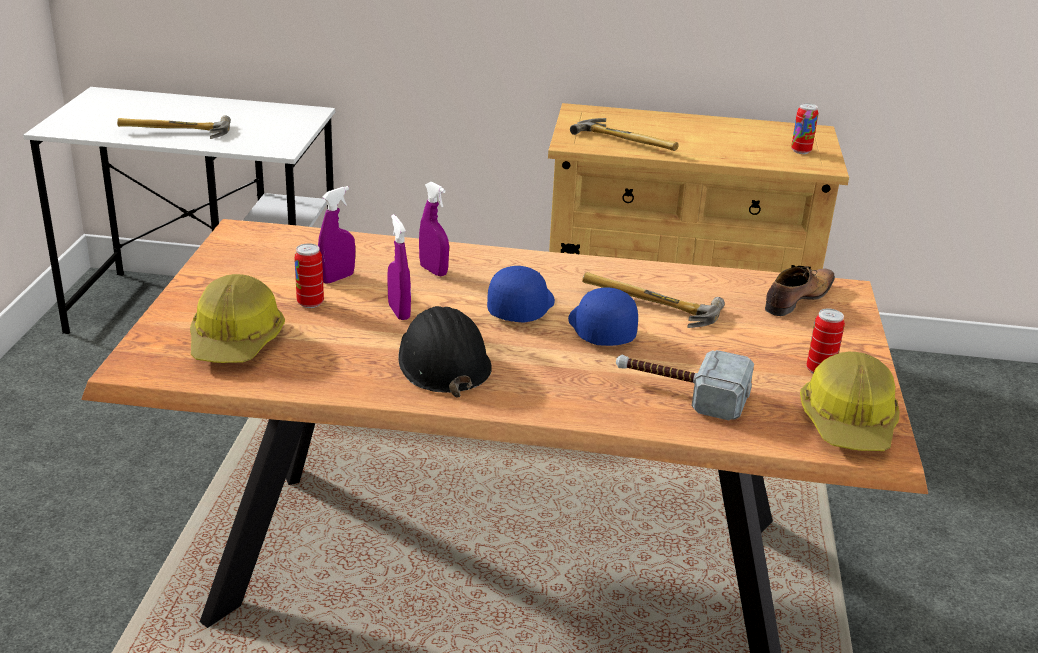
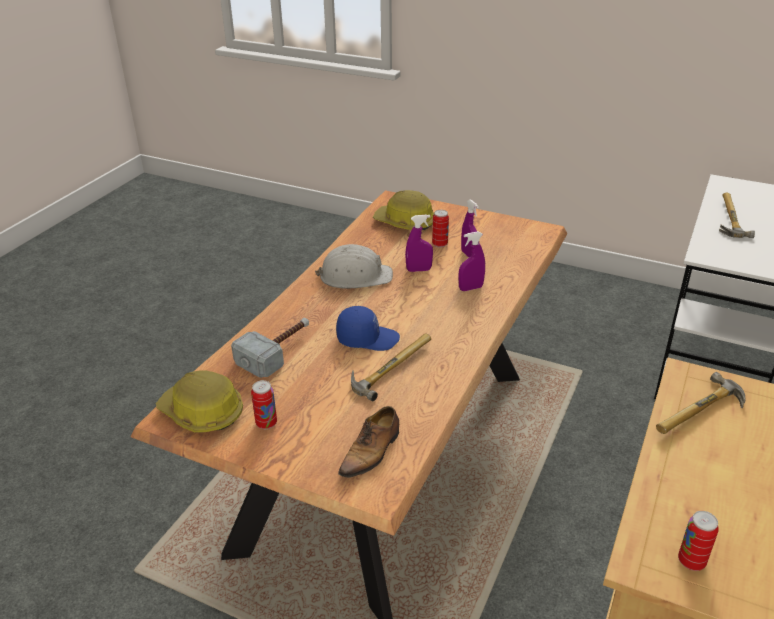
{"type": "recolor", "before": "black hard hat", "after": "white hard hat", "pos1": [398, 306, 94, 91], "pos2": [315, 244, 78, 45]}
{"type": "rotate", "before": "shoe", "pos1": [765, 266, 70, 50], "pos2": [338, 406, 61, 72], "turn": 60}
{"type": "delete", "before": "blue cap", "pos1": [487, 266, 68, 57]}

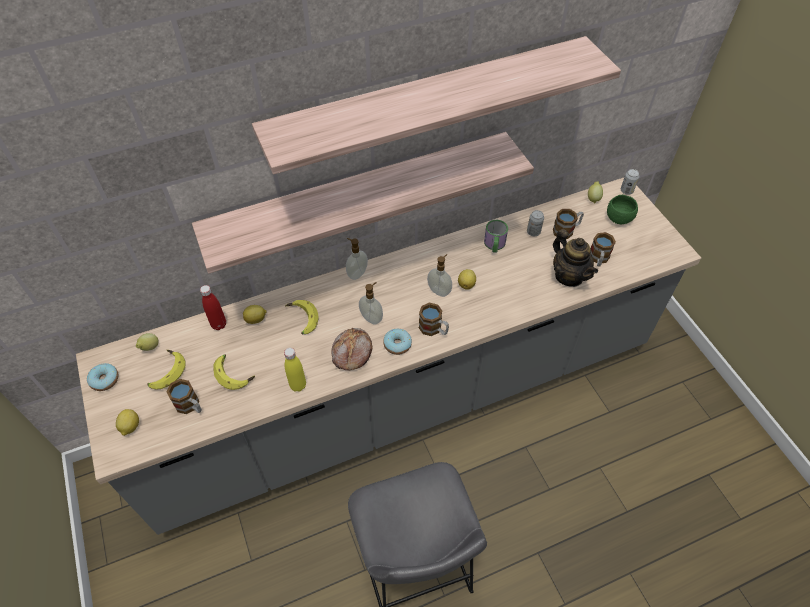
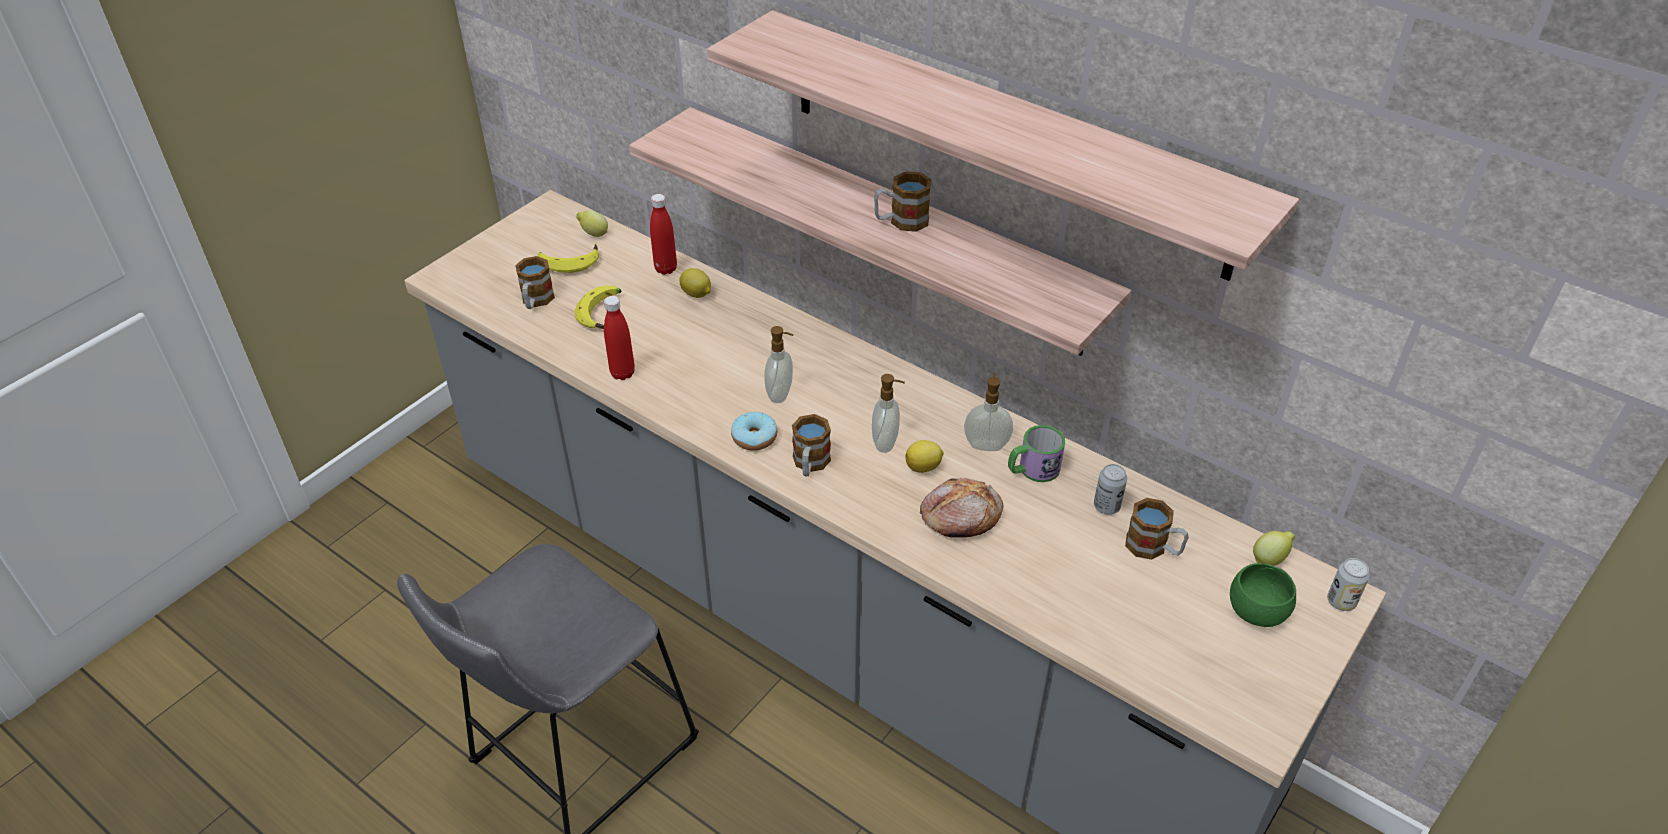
{"type": "recolor", "before": "yellow bottle", "after": "red bottle", "pos1": [284, 348, 22, 44], "pos2": [604, 296, 31, 84]}
{"type": "move", "before": "mug", "pos1": [591, 232, 25, 35], "pos2": [874, 171, 58, 61]}
{"type": "move", "before": "bread", "pos1": [332, 328, 40, 43], "pos2": [920, 478, 84, 60]}
{"type": "move", "before": "soap dispenser", "pos1": [346, 238, 22, 42], "pos2": [964, 373, 49, 78]}
{"type": "delete", "before": "donut", "pos1": [87, 363, 31, 28]}
{"type": "delete", "before": "lemon", "pos1": [116, 409, 23, 27]}
{"type": "delete", "before": "banana", "pos1": [285, 300, 34, 34]}
{"type": "delete", "before": "teapot", "pos1": [553, 229, 45, 58]}

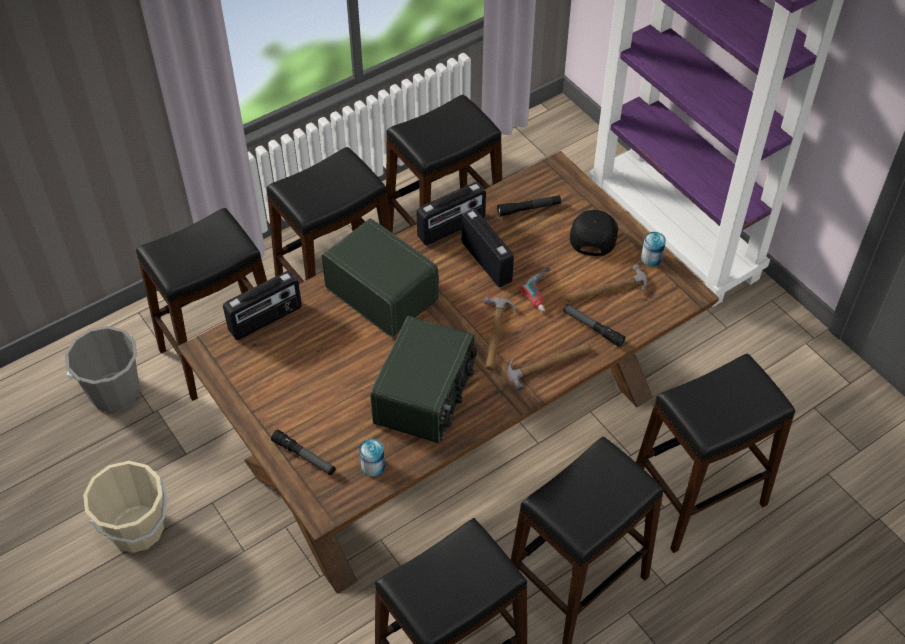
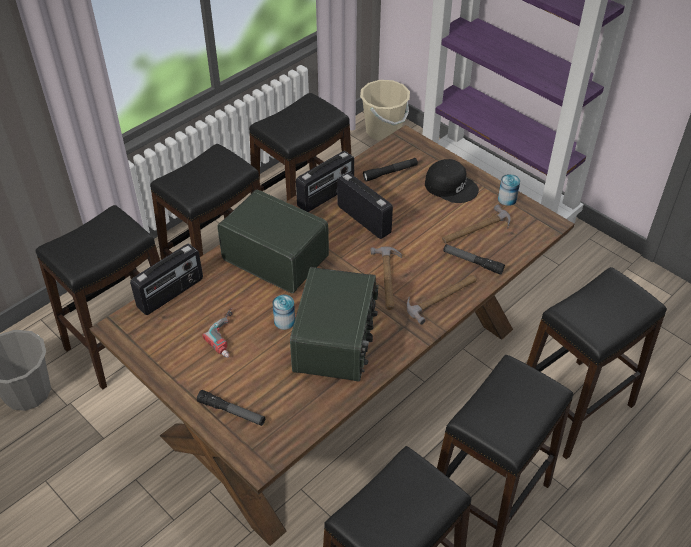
{"type": "move", "before": "power drill", "pos1": [520, 264, 31, 48], "pos2": [202, 308, 31, 50]}
{"type": "move", "before": "can", "pos1": [359, 439, 26, 37], "pos2": [272, 295, 23, 35]}
{"type": "move", "before": "beige bucket", "pos1": [83, 461, 84, 92], "pos2": [360, 80, 50, 61]}
{"type": "rotate", "before": "black cap", "pos1": [570, 210, 48, 46], "pos2": [425, 159, 54, 44], "turn": 120}

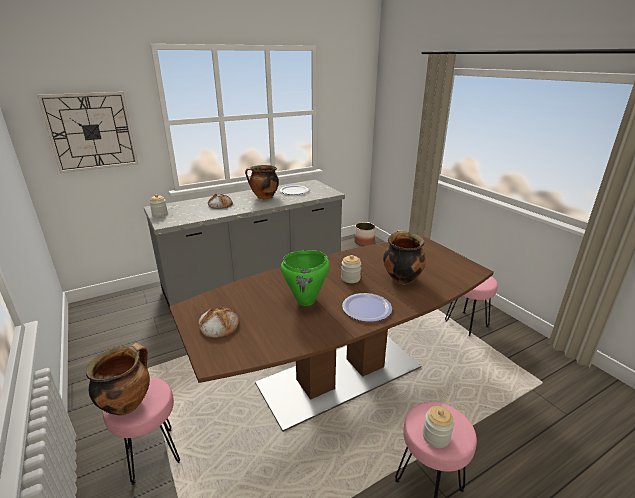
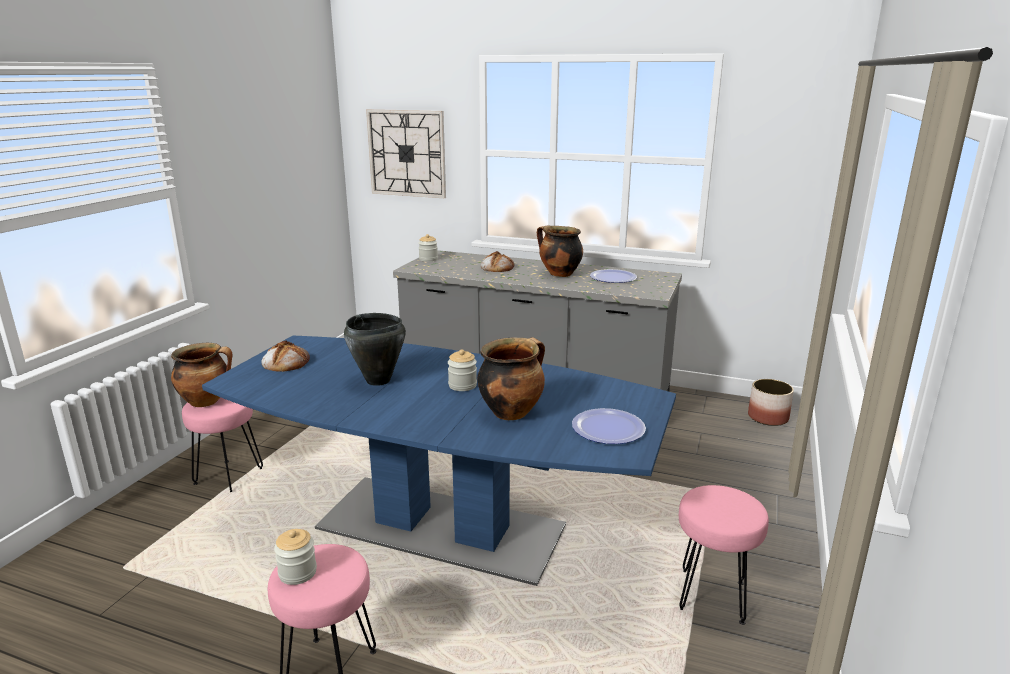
{"type": "recolor", "before": "brown dining table", "after": "blue dining table", "pos1": [170, 237, 324, 195], "pos2": [202, 336, 474, 250]}
{"type": "recolor", "before": "green cooking pot", "after": "black cooking pot", "pos1": [281, 250, 49, 56], "pos2": [344, 313, 62, 73]}
{"type": "move", "before": "plate", "pos1": [342, 293, 50, 29], "pos2": [572, 408, 74, 36]}

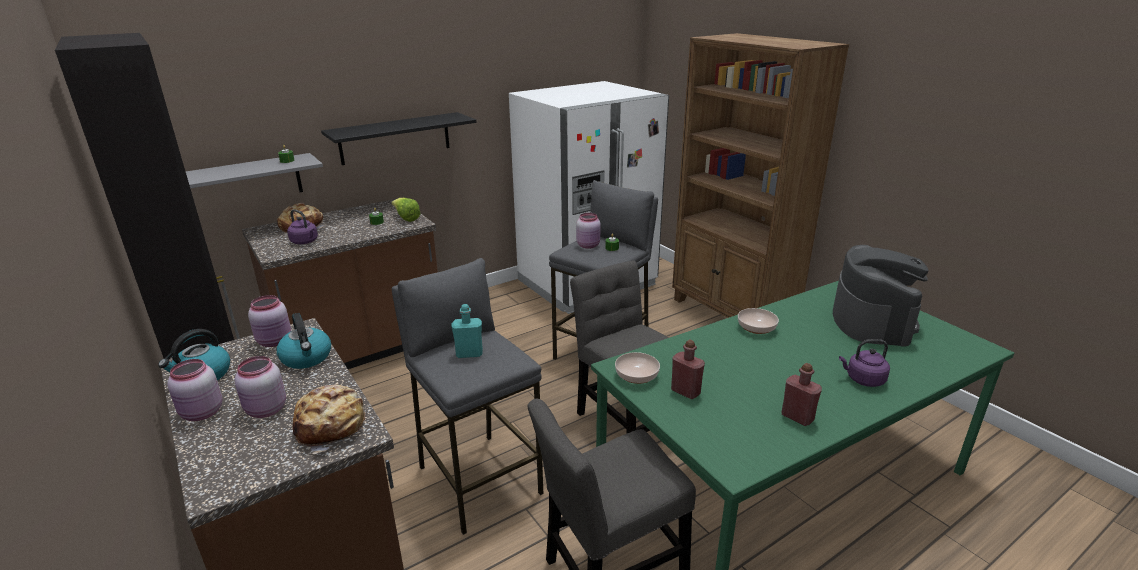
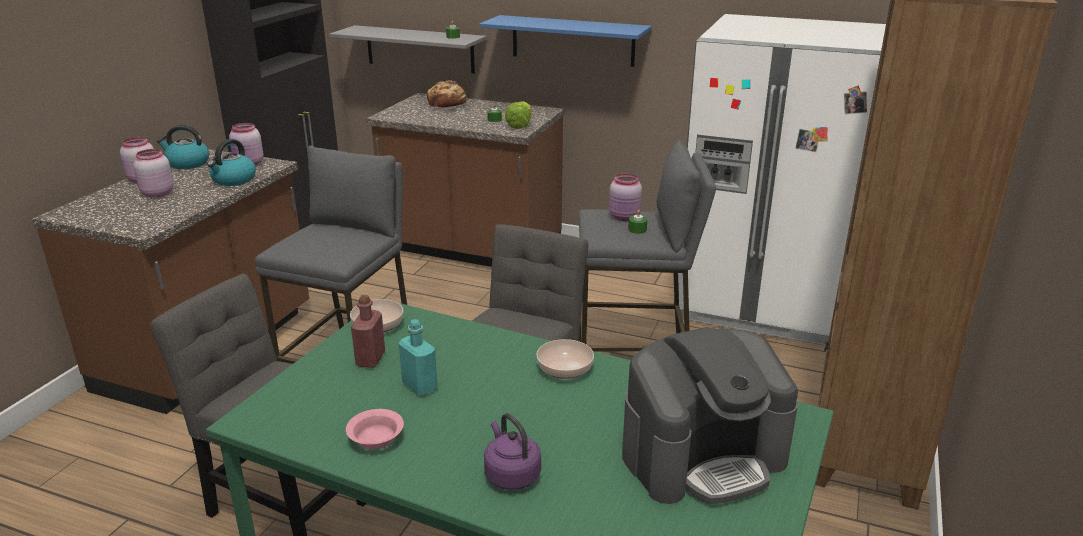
{"type": "replace", "before": "red bottle", "after": "pink bowl", "pos1": [782, 363, 40, 63], "pos2": [346, 409, 58, 41]}
{"type": "move", "before": "turquoise bottle", "pos1": [451, 304, 32, 54], "pos2": [398, 319, 40, 77]}
{"type": "recolor", "before": "black shelf", "after": "blue shelf", "pos1": [321, 112, 155, 53], "pos2": [479, 15, 173, 52]}
{"type": "delete", "before": "purple kettle", "pos1": [287, 209, 31, 35]}
{"type": "delete", "before": "bread", "pos1": [293, 385, 73, 69]}

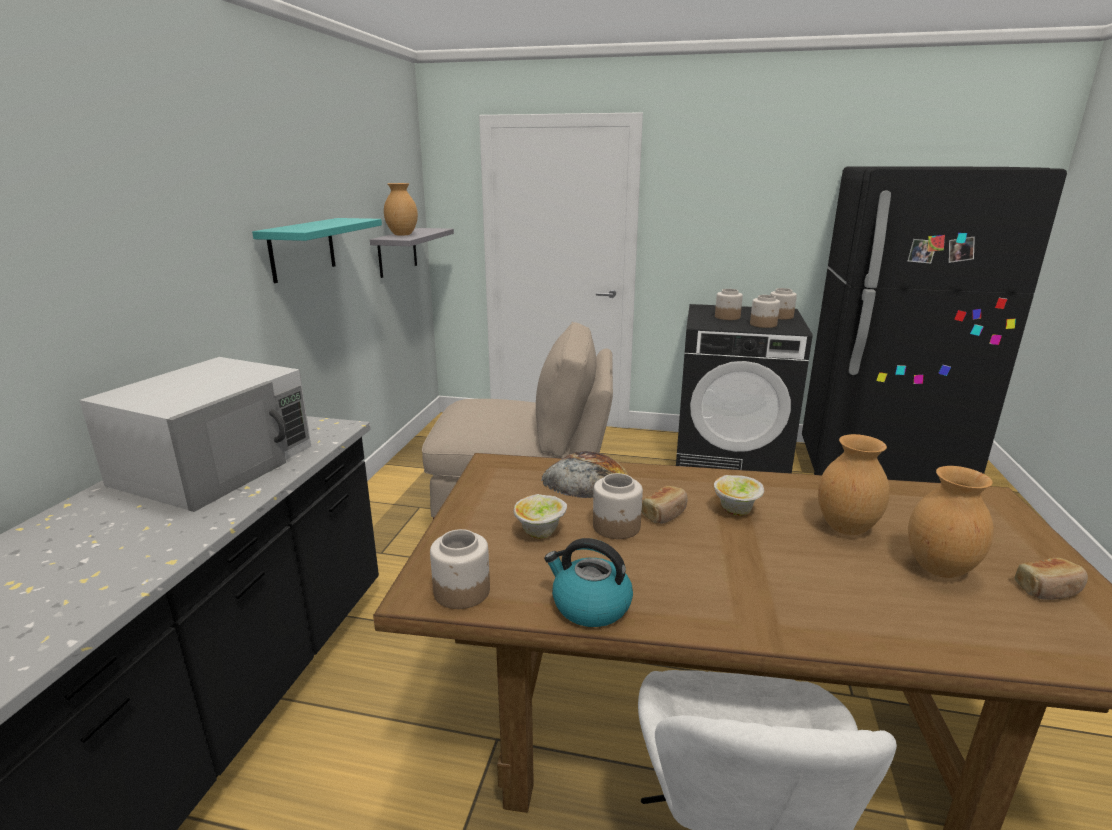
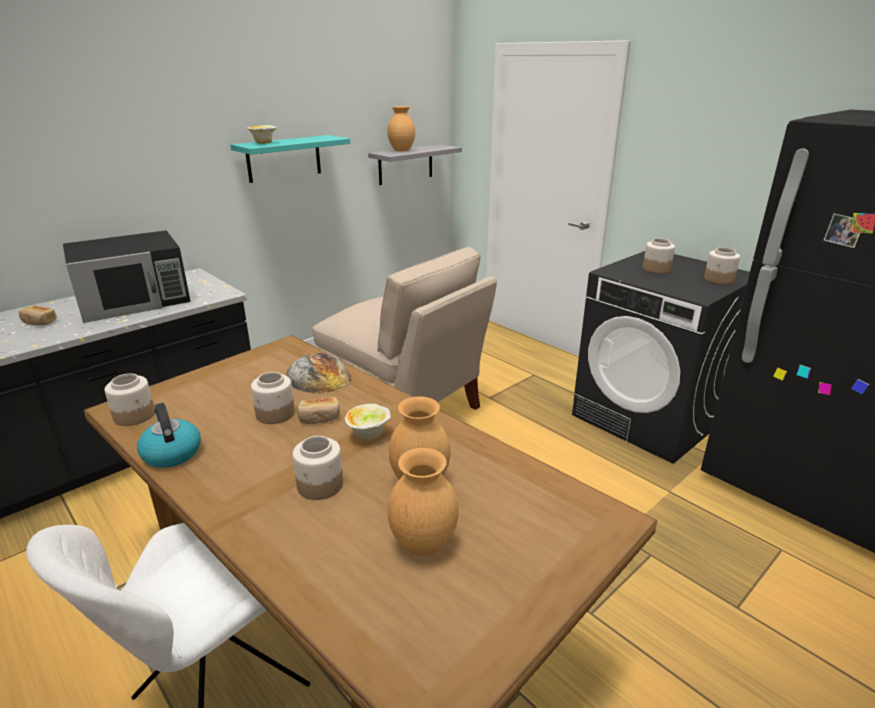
{"type": "move", "before": "bread", "pos1": [1014, 558, 74, 42], "pos2": [19, 306, 38, 20]}
{"type": "recolor", "before": "white microwave", "after": "black microwave", "pos1": [79, 357, 232, 155], "pos2": [63, 230, 128, 93]}
{"type": "move", "before": "bowl", "pos1": [514, 494, 53, 45], "pos2": [247, 125, 30, 19]}
{"type": "move", "before": "jar", "pos1": [750, 295, 30, 33], "pos2": [293, 436, 50, 64]}

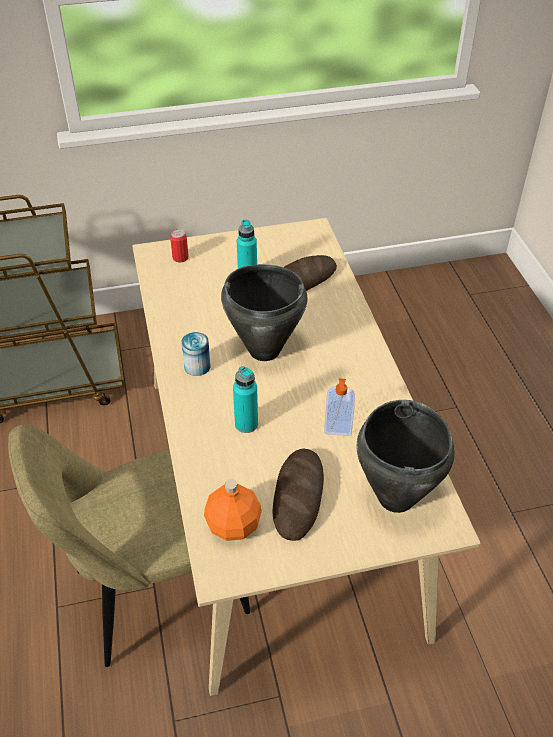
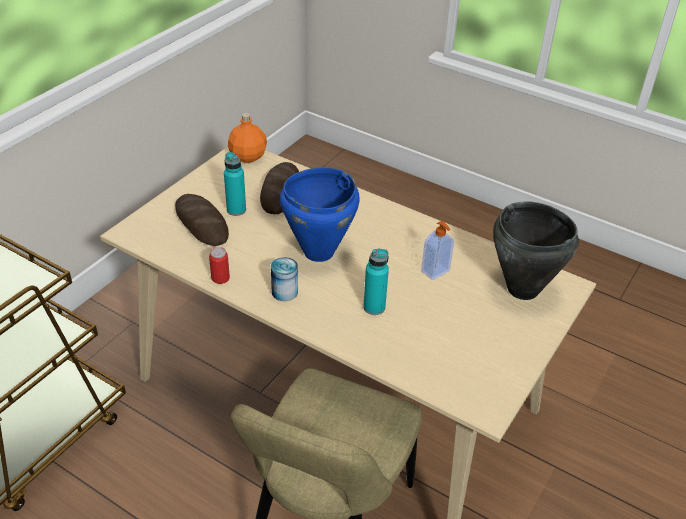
{"type": "move", "before": "bread", "pos1": [273, 449, 51, 92], "pos2": [175, 194, 54, 52]}
{"type": "move", "before": "can", "pos1": [170, 229, 19, 33], "pos2": [209, 247, 21, 37]}
{"type": "move", "before": "orange bottle", "pos1": [204, 479, 58, 62], "pos2": [228, 113, 39, 50]}
{"type": "recolor", "before": "black cooking pot", "after": "blue cooking pot", "pos1": [221, 264, 87, 97], "pos2": [280, 167, 80, 95]}

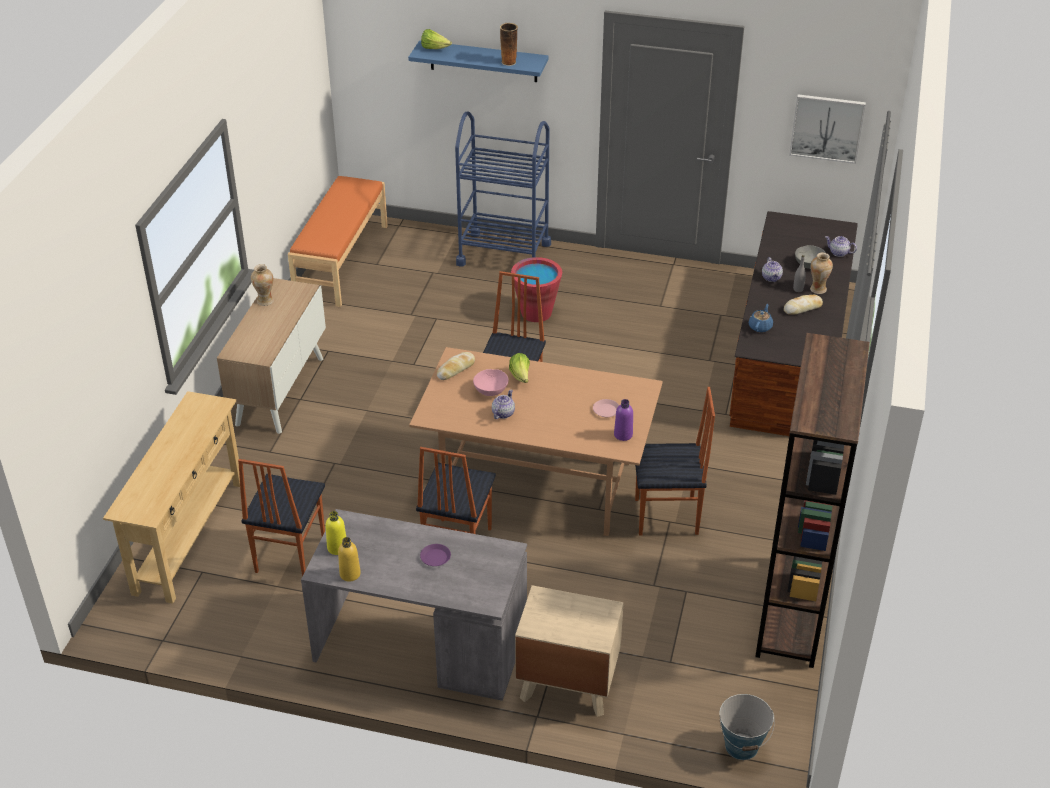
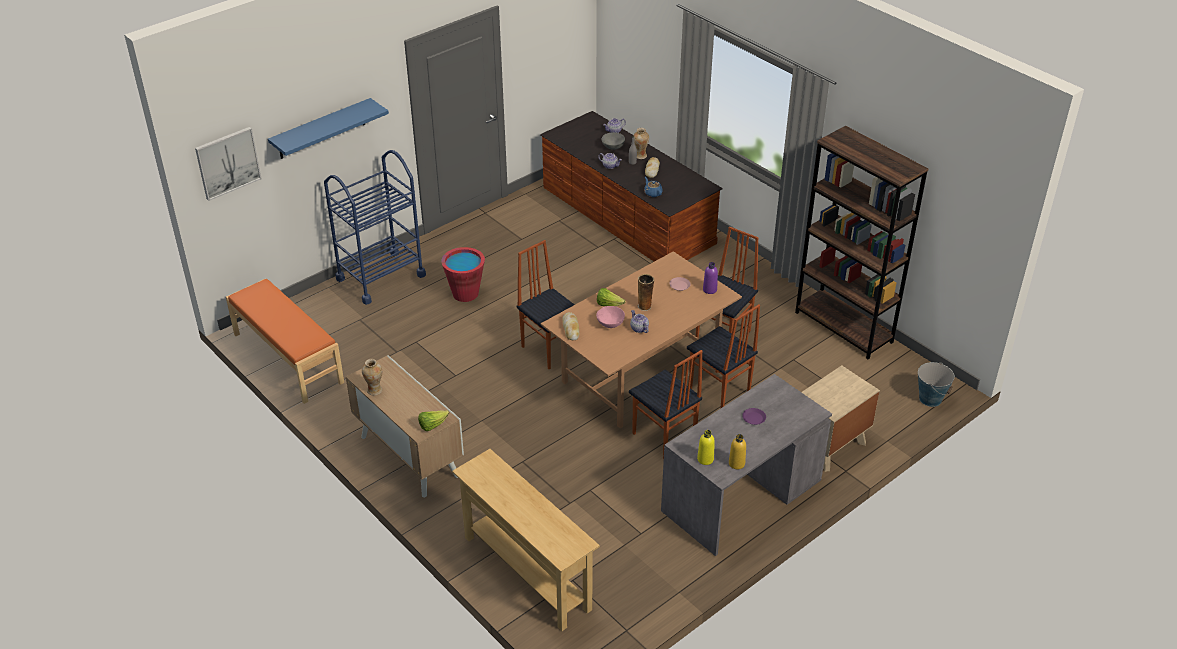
{"type": "move", "before": "picture", "pos1": [790, 94, 76, 70], "pos2": [195, 127, 67, 74]}
{"type": "move", "before": "lettuce", "pos1": [421, 29, 31, 20], "pos2": [418, 410, 31, 21]}
{"type": "move", "before": "vase", "pos1": [500, 23, 18, 43], "pos2": [638, 274, 17, 37]}
{"type": "move", "before": "chair", "pos1": [238, 459, 87, 117], "pos2": [687, 304, 73, 104]}

